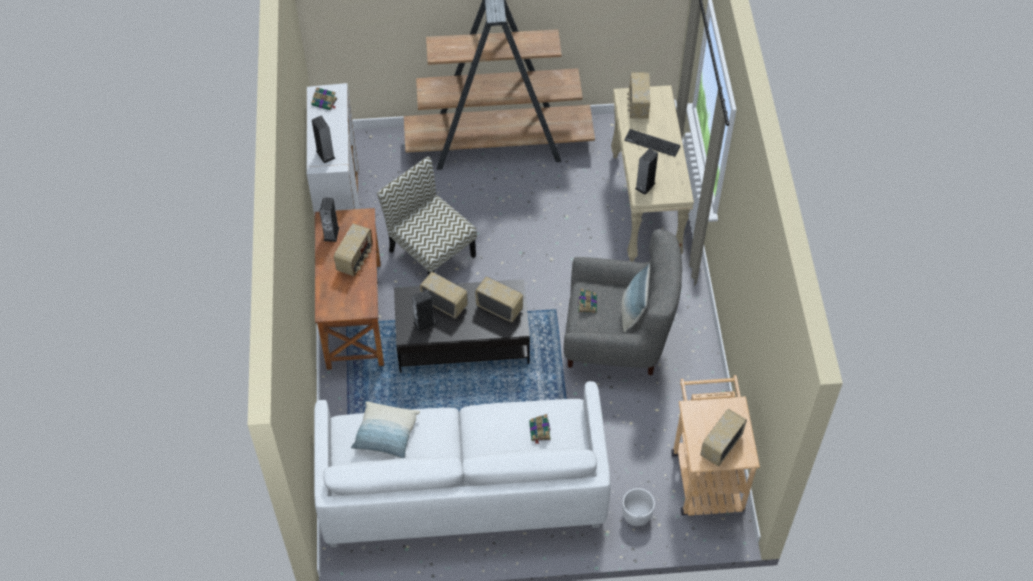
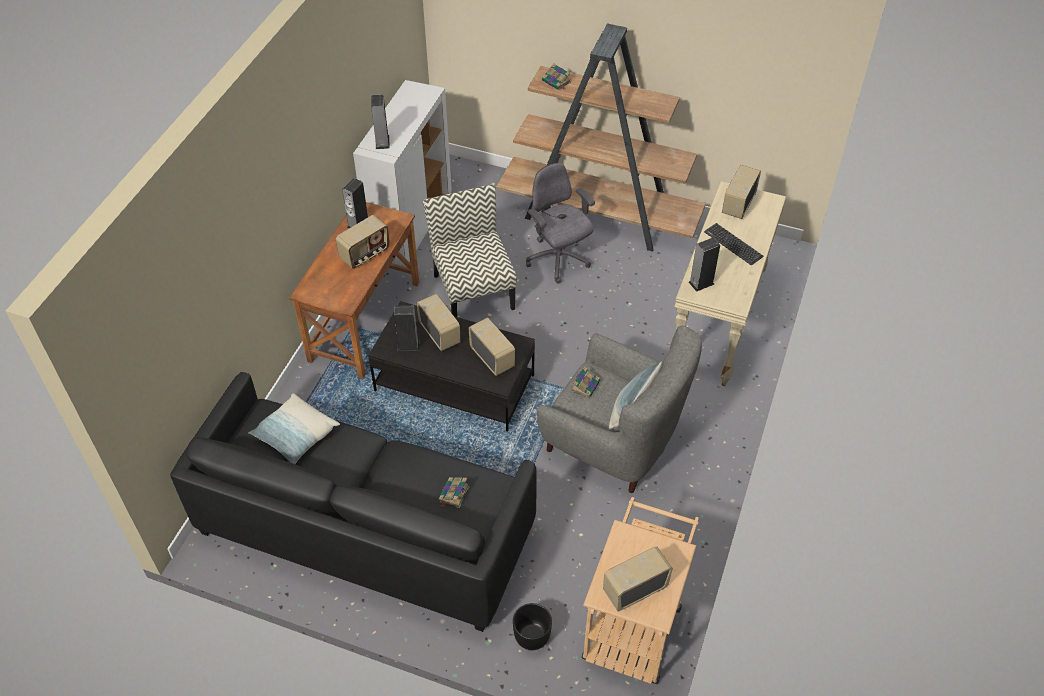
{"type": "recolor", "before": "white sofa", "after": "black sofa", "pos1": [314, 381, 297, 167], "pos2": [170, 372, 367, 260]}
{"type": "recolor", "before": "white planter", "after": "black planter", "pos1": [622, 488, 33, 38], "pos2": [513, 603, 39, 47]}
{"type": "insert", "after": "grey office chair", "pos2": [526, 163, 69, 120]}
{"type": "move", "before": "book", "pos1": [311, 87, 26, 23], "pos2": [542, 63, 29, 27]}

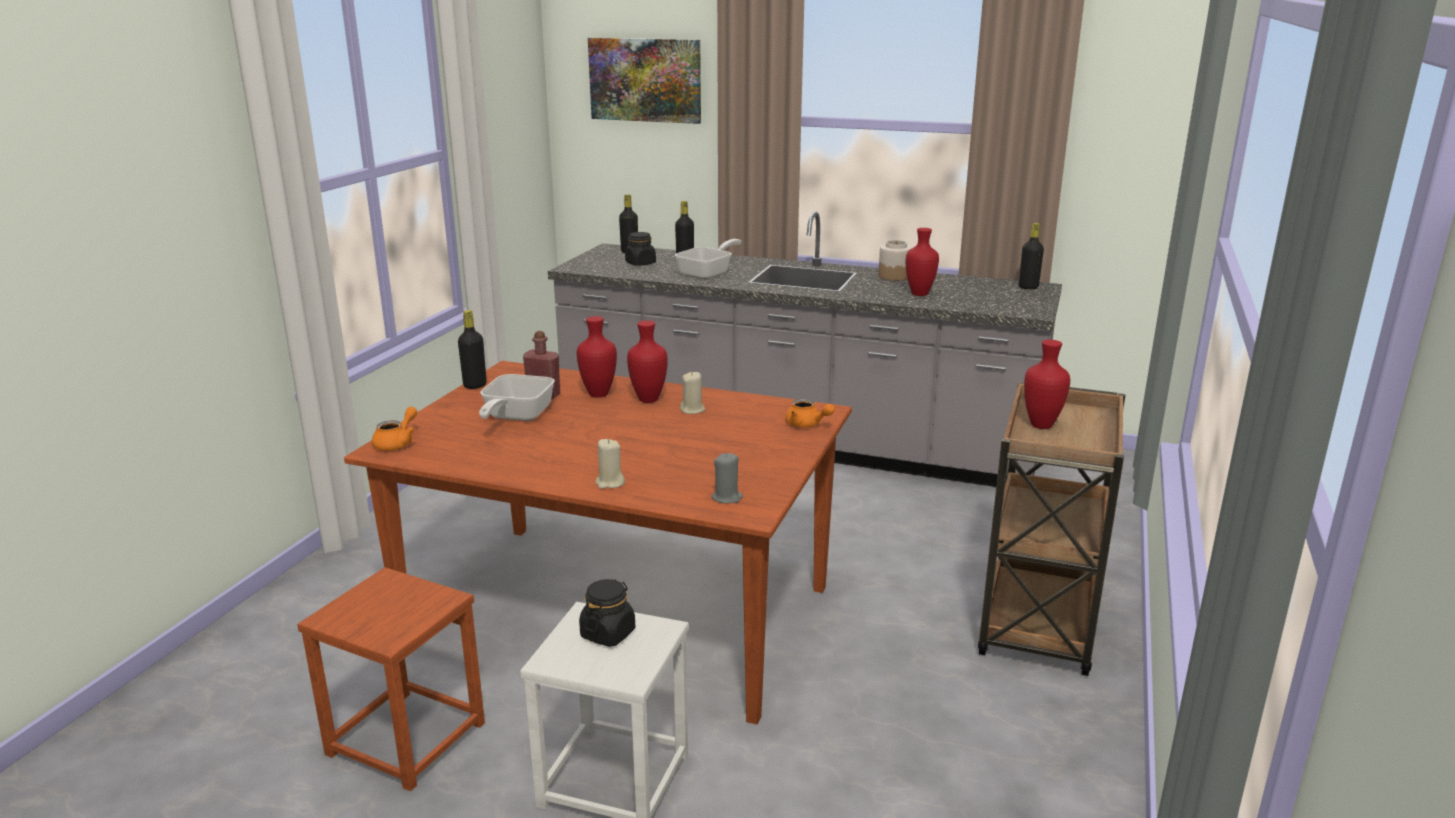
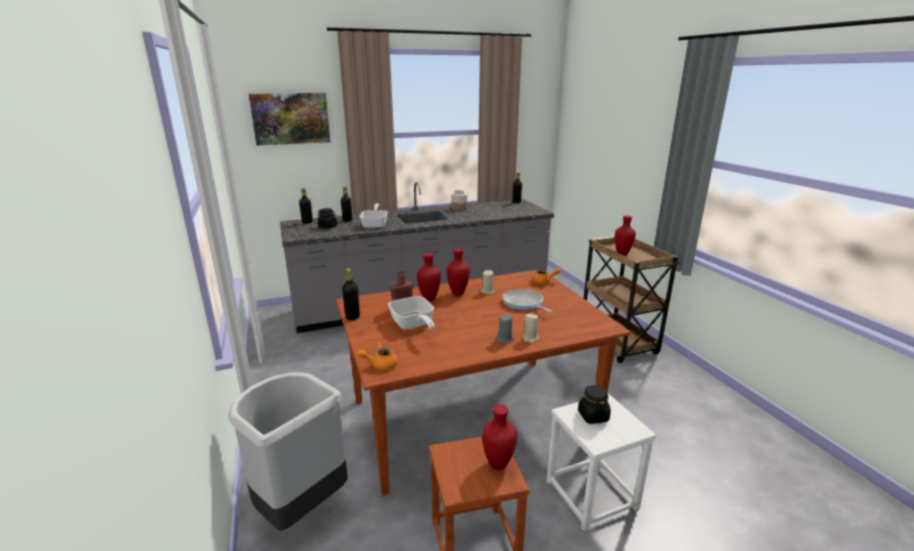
{"type": "insert", "after": "grey trash can", "pos2": [228, 372, 120, 159]}
{"type": "rotate", "before": "orange teapot", "pos1": [372, 407, 45, 44], "pos2": [357, 343, 41, 27], "turn": -90}
{"type": "move", "before": "red vase", "pos1": [906, 228, 33, 68], "pos2": [482, 404, 35, 66]}
{"type": "move", "before": "grey candle", "pos1": [711, 453, 32, 51], "pos2": [496, 314, 18, 29]}
{"type": "insert", "after": "frying pan", "pos2": [503, 289, 49, 23]}

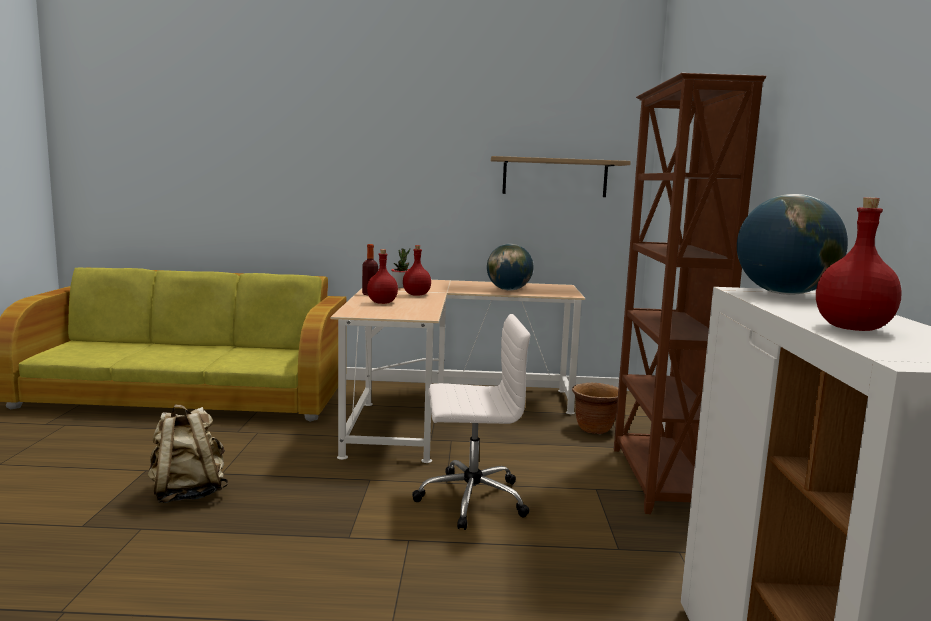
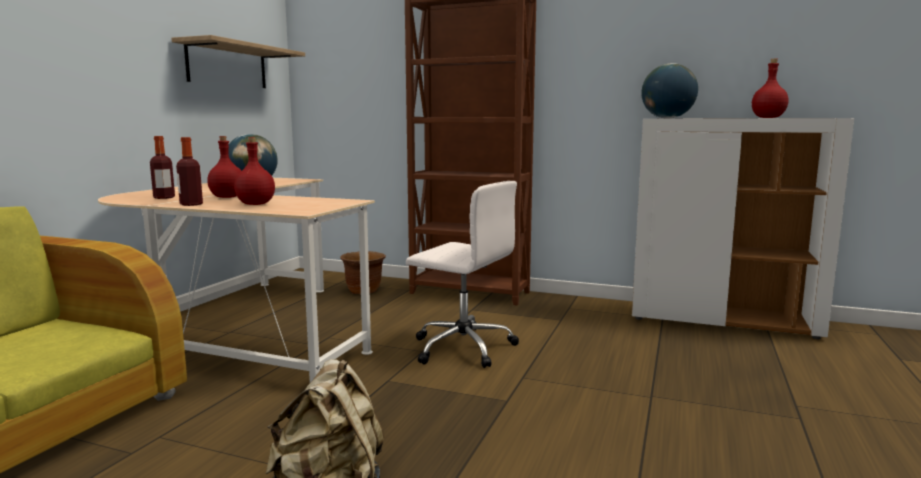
{"type": "replace", "before": "potted plant", "after": "bottle", "pos1": [391, 248, 19, 40], "pos2": [150, 136, 25, 63]}
{"type": "rotate", "before": "white office chair", "pos1": [412, 314, 118, 216], "pos2": [406, 181, 113, 187], "turn": 105}

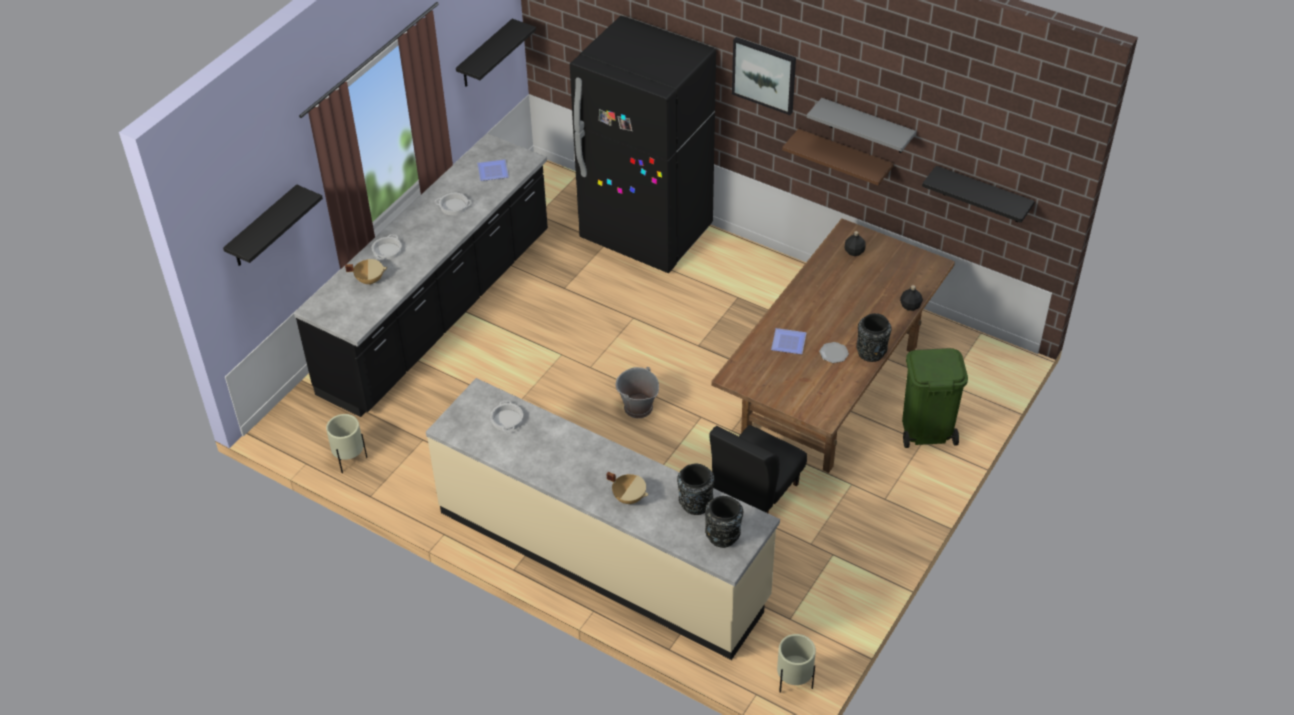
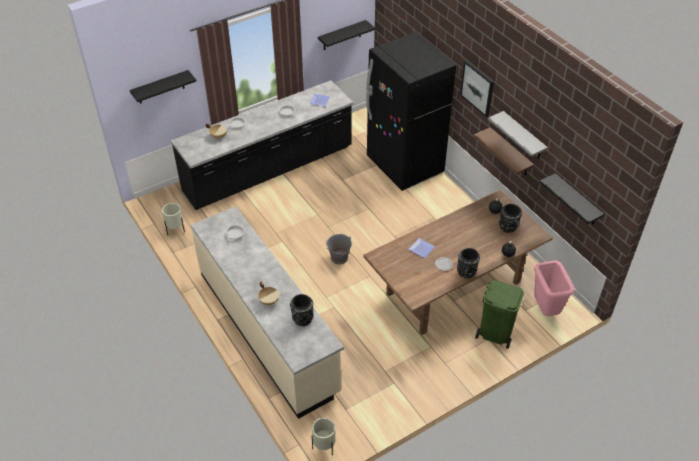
{"type": "move", "before": "black vase", "pos1": [705, 496, 38, 52], "pos2": [499, 204, 23, 29]}
{"type": "insert", "after": "pink trash can", "pos2": [534, 260, 41, 56]}
{"type": "delete", "before": "black chair", "pos1": [709, 425, 98, 88]}

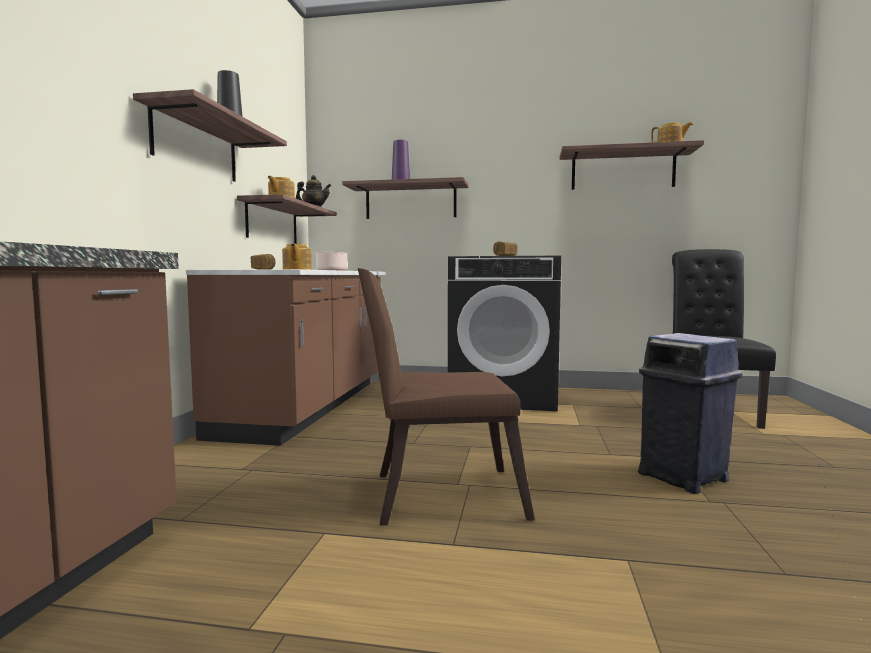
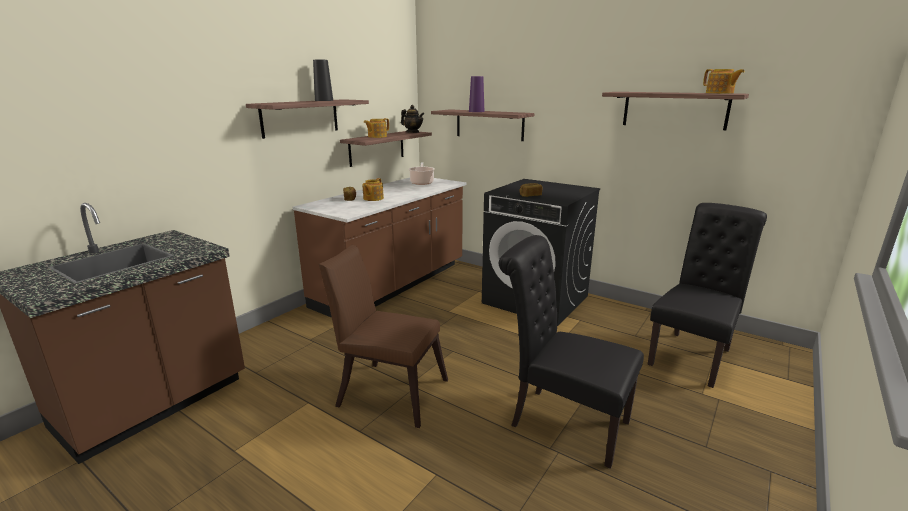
{"type": "replace", "before": "blue trash can", "after": "black chair", "pos1": [638, 333, 105, 161], "pos2": [499, 235, 145, 234]}

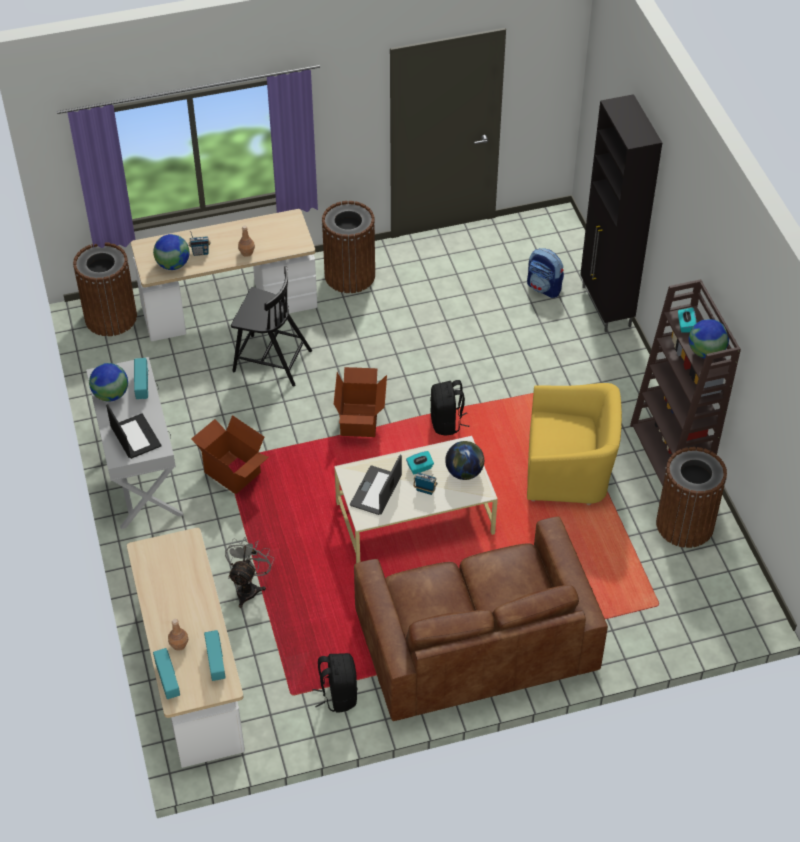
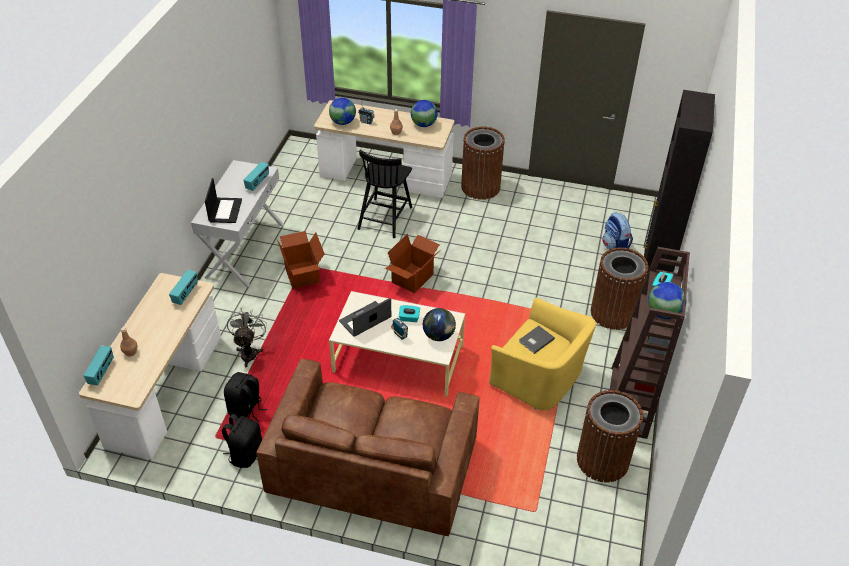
{"type": "move", "before": "radio", "pos1": [204, 630, 22, 51], "pos2": [169, 270, 29, 35]}
{"type": "move", "before": "black backpack", "pos1": [430, 380, 40, 55], "pos2": [224, 372, 44, 50]}
{"type": "rotate", "before": "grey fan", "pos1": [225, 537, 49, 71], "pos2": [227, 308, 40, 59], "turn": -45}
{"type": "rotate", "before": "black chair", "pos1": [231, 266, 81, 120], "pos2": [357, 149, 55, 89], "turn": 60}
{"type": "move", "before": "globe", "pos1": [89, 363, 39, 39], "pos2": [411, 100, 27, 27]}
{"type": "insert", "after": "grey book", "pos2": [519, 326, 36, 28]}
{"type": "move", "before": "brown trash can", "pos1": [73, 242, 64, 94], "pos2": [591, 247, 57, 83]}

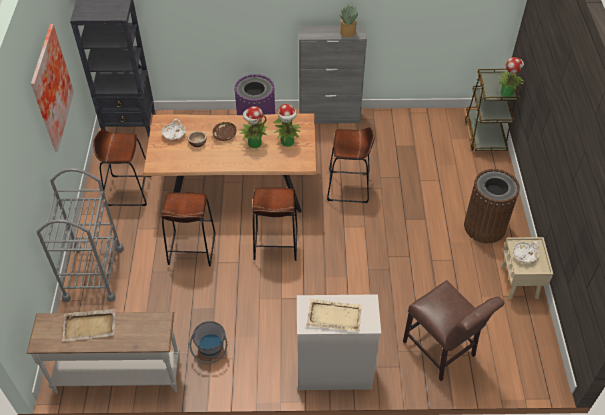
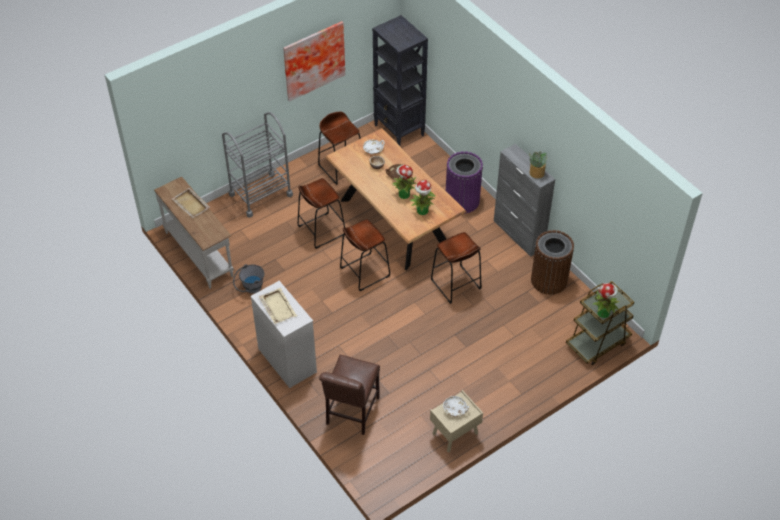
{"type": "move", "before": "brown trash can", "pos1": [464, 169, 56, 75], "pos2": [531, 230, 43, 65]}

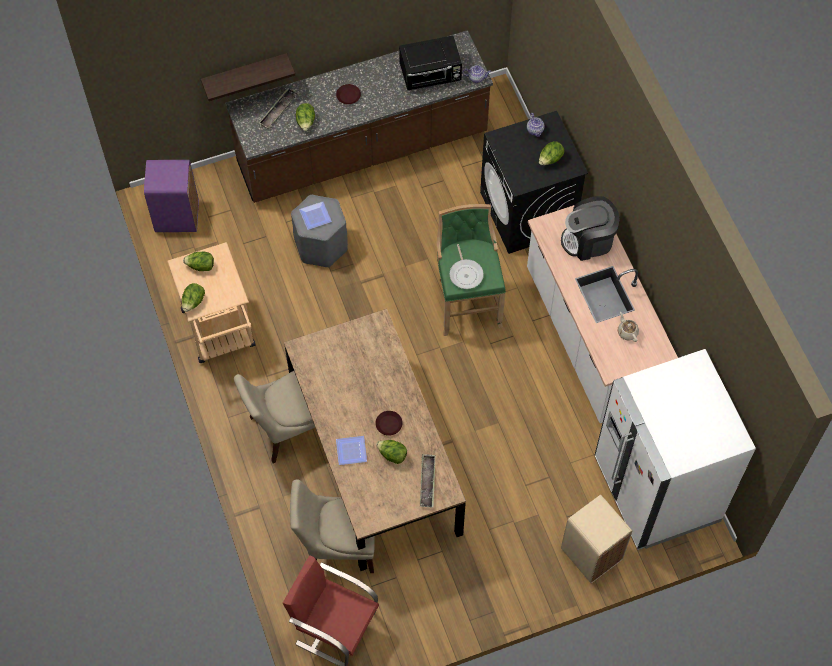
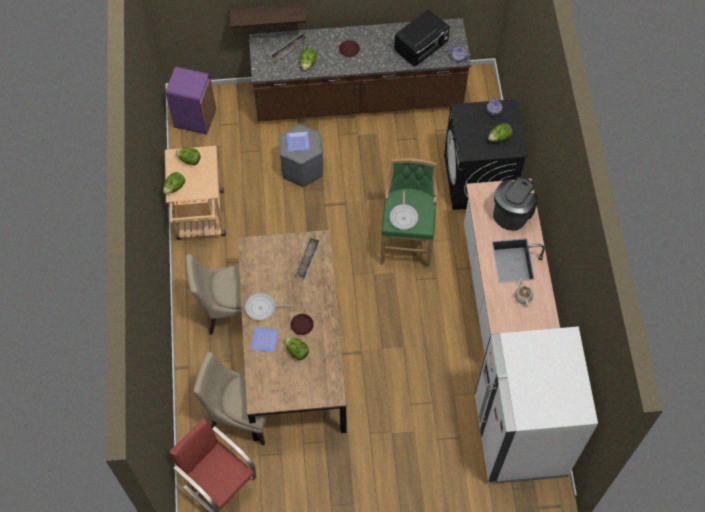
{"type": "insert", "after": "frying pan", "pos2": [245, 293, 47, 27]}
{"type": "move", "before": "tray", "pos1": [420, 454, 15, 54], "pos2": [295, 237, 25, 42]}
{"type": "rotate", "before": "black microwave", "pos1": [399, 36, 63, 55], "pos2": [394, 9, 56, 58], "turn": -45}
{"type": "rotate", "before": "coffee machine", "pos1": [561, 196, 59, 65], "pos2": [493, 177, 46, 54], "turn": 120}
{"type": "delete", "before": "beige trash can", "pos1": [561, 495, 71, 88]}

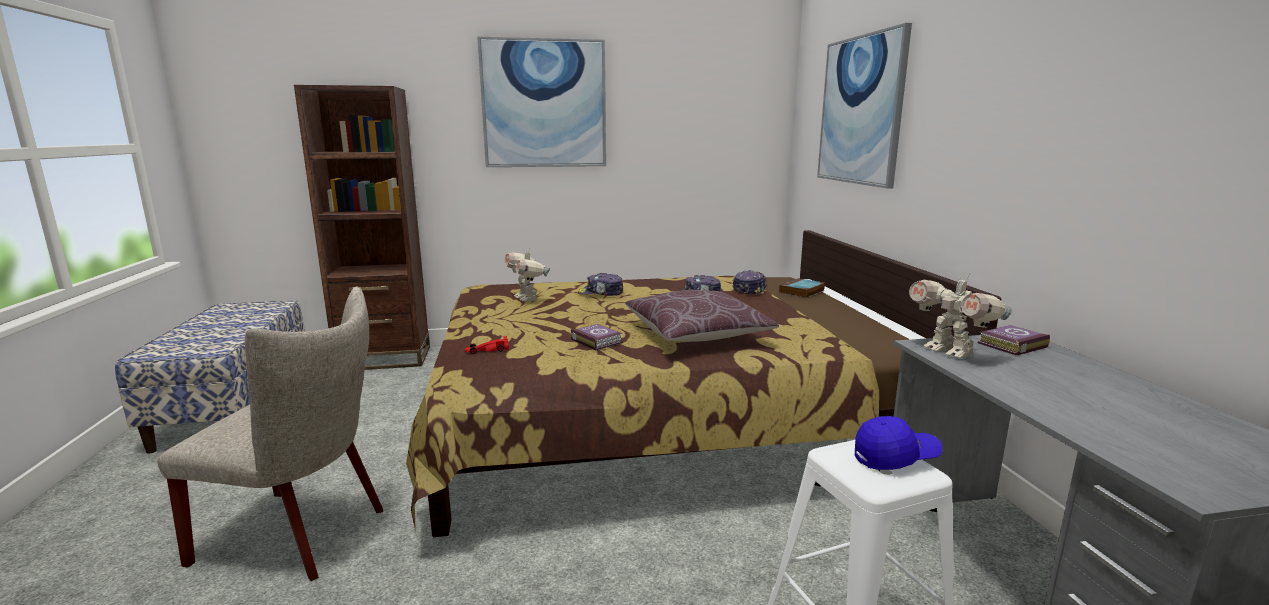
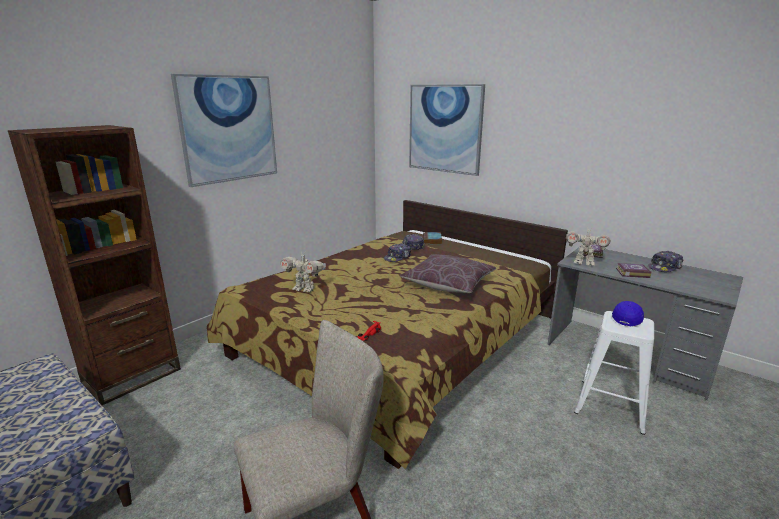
{"type": "move", "before": "book", "pos1": [571, 324, 52, 26], "pos2": [616, 263, 35, 15]}
{"type": "move", "before": "cap", "pos1": [578, 273, 46, 23], "pos2": [648, 251, 36, 21]}

